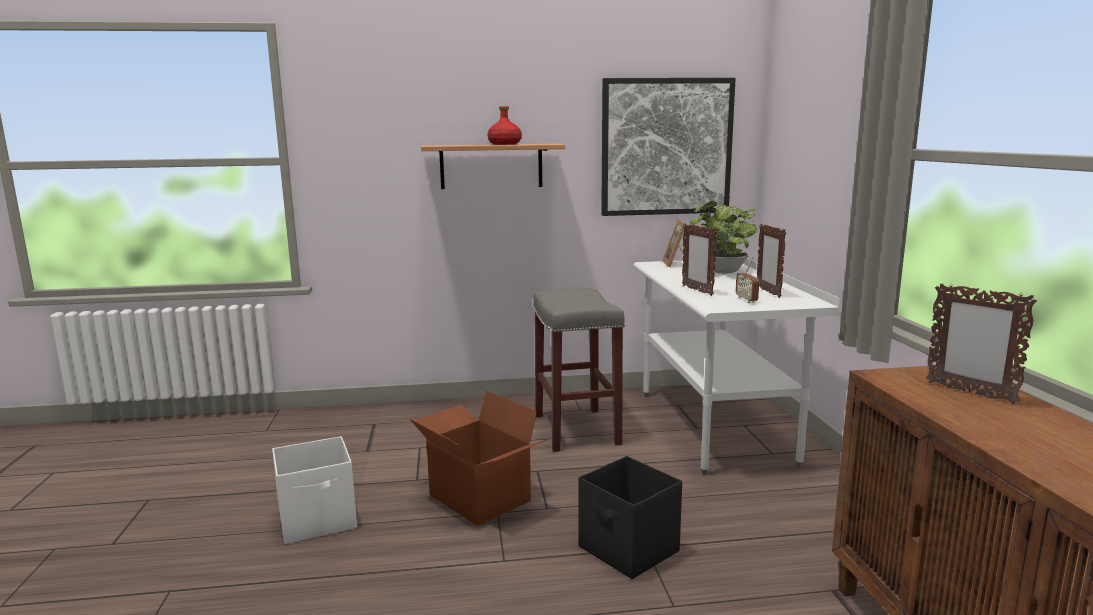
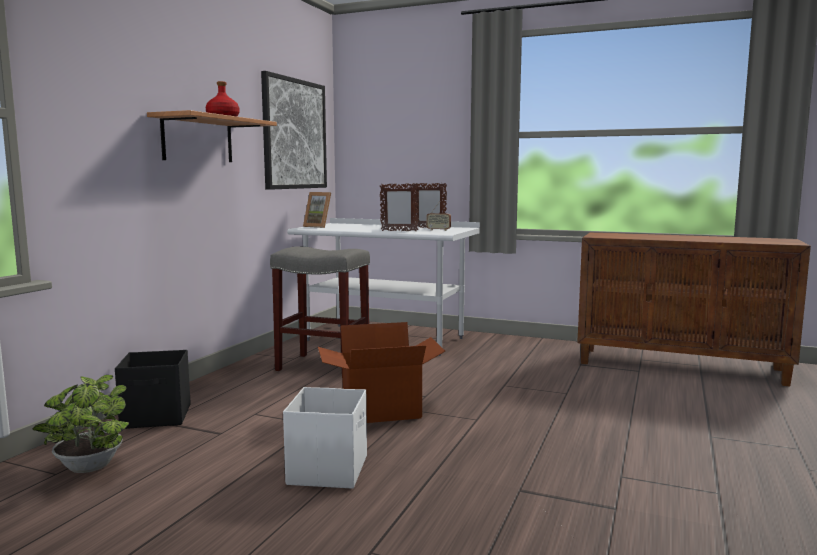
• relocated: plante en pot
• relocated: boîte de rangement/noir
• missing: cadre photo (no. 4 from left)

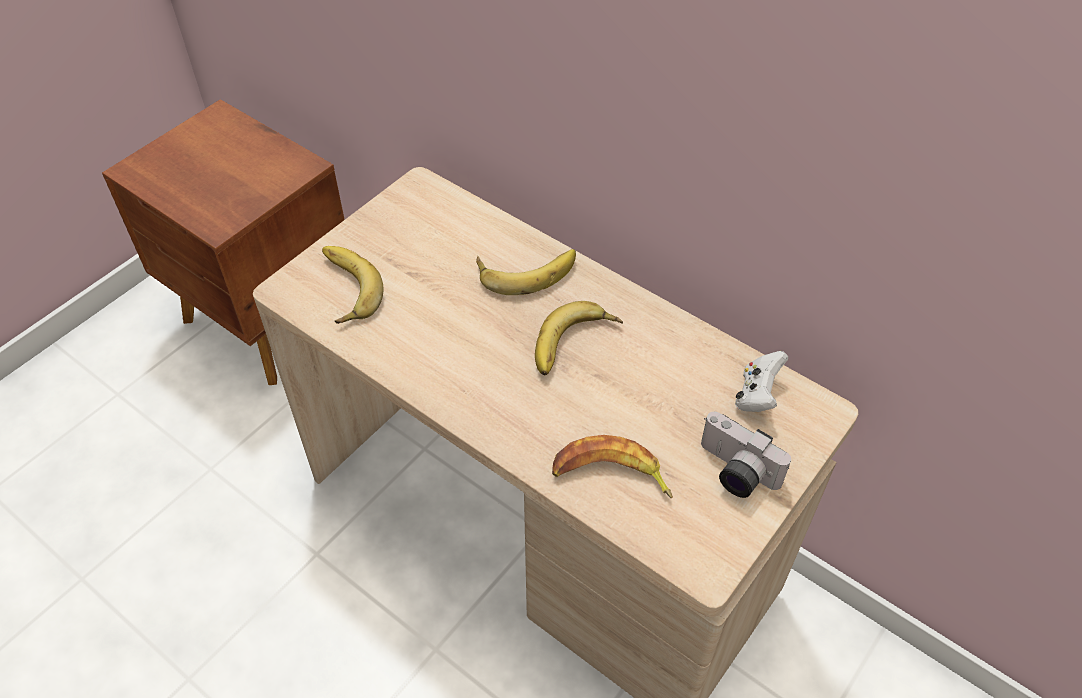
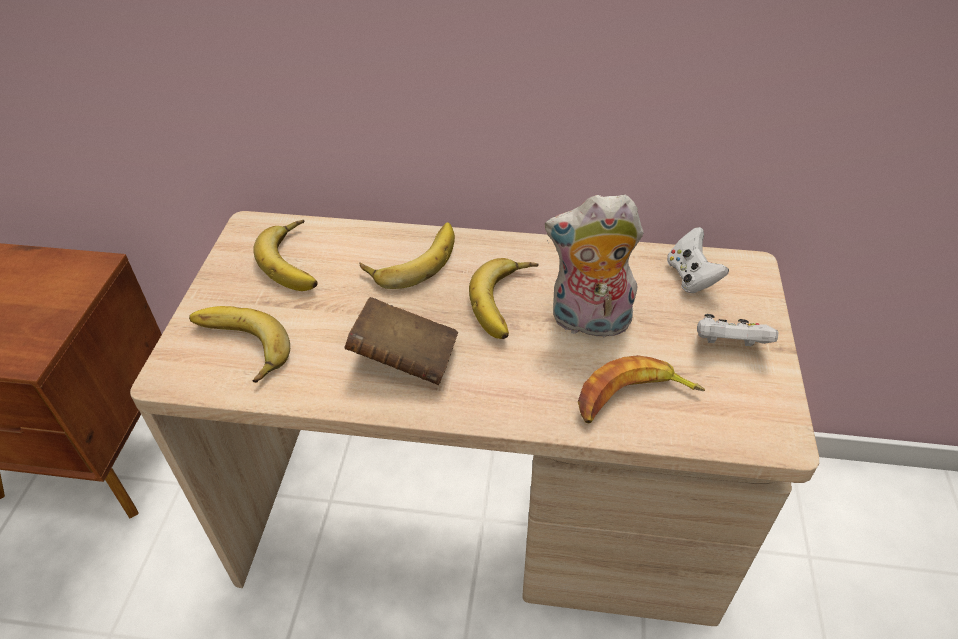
• appeared: banane (no. 2 from left)
• appeared: livre/marron
• appeared: peluche
• exchanged: appareil photo to manette/blanc (no. 2 from left)

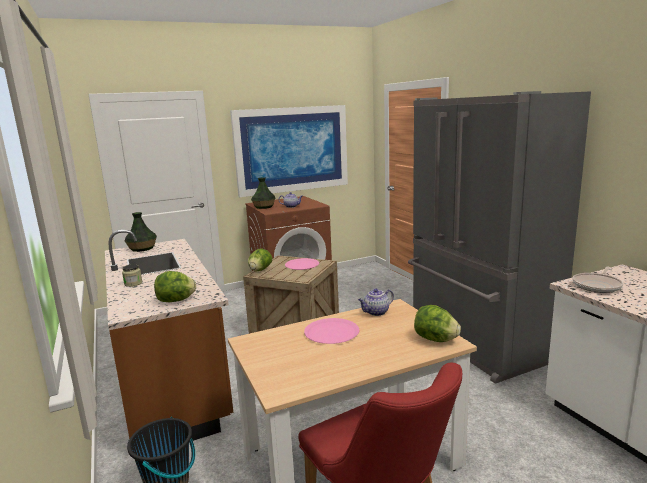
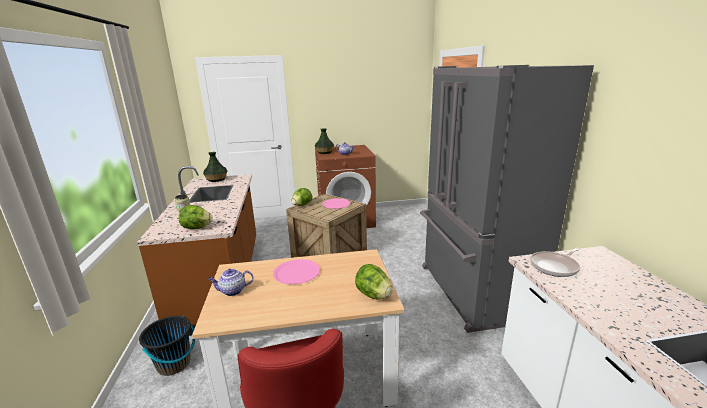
• relocated: théière (no. 2 from left in the first image) to théière (no. 1 from left)
• missing: tableau

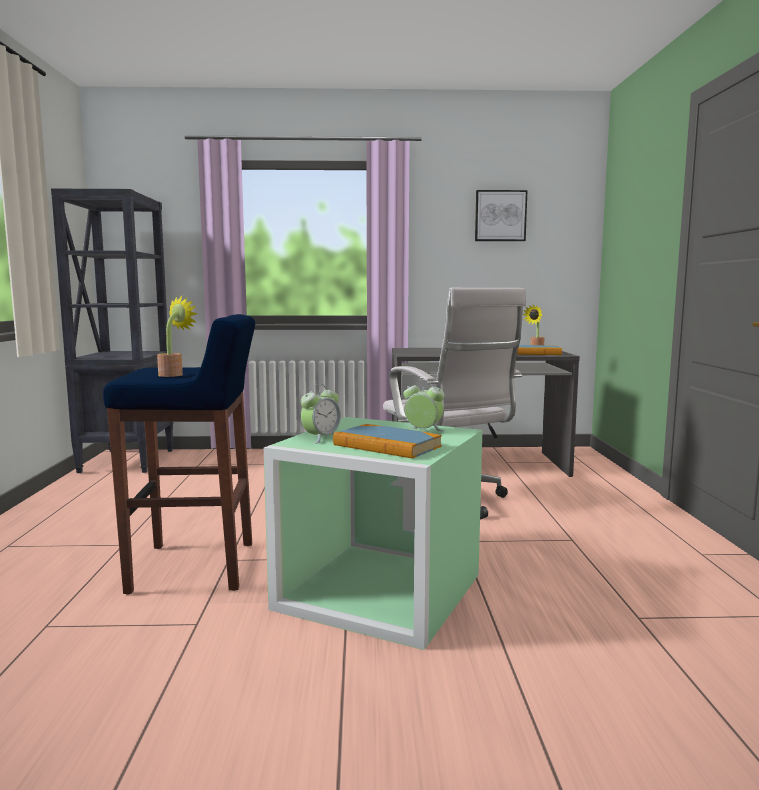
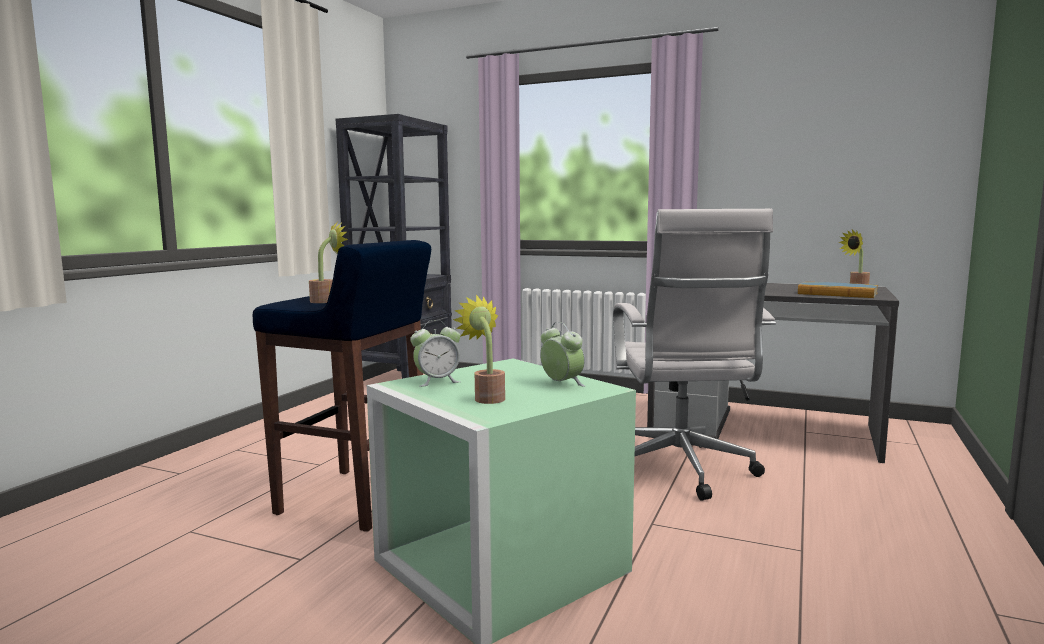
• exchanged: livre (no. 1 from left) to plante en pot (no. 2 from left)
• missing: tableau

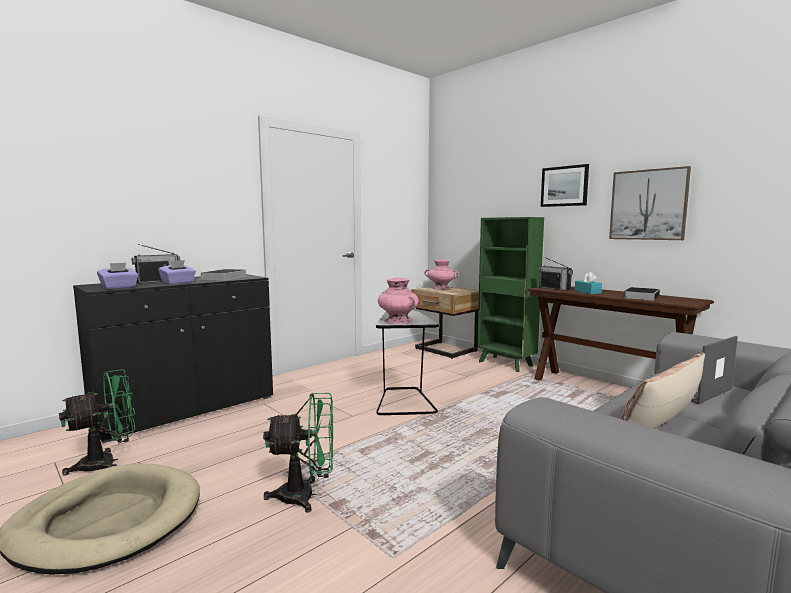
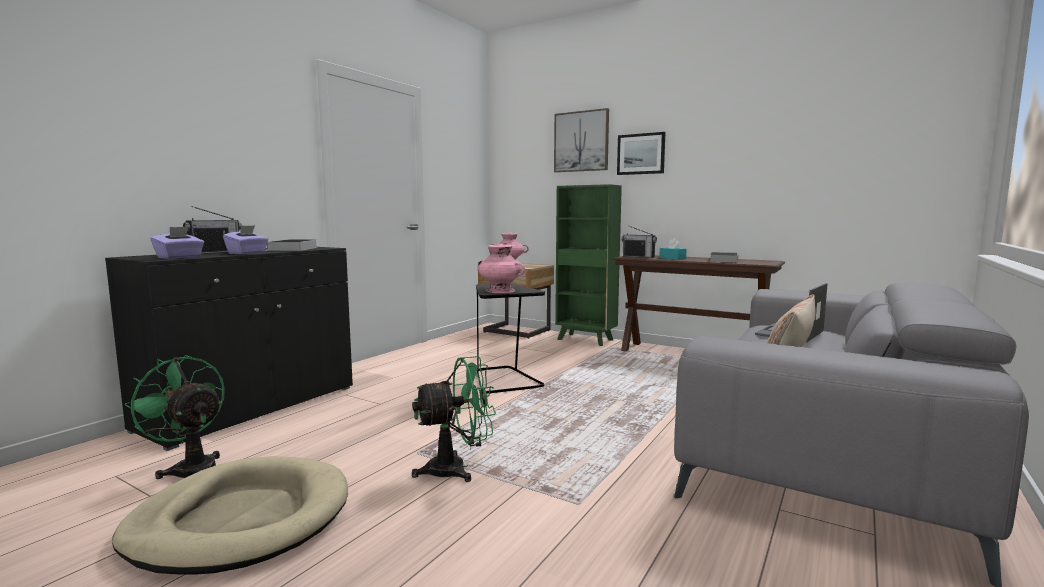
• spun: ventilateur/vert (no. 1 from left) 90 degrees counterclockwise
• relocated: tableau (no. 2 from left in the first image) to tableau (no. 1 from left)

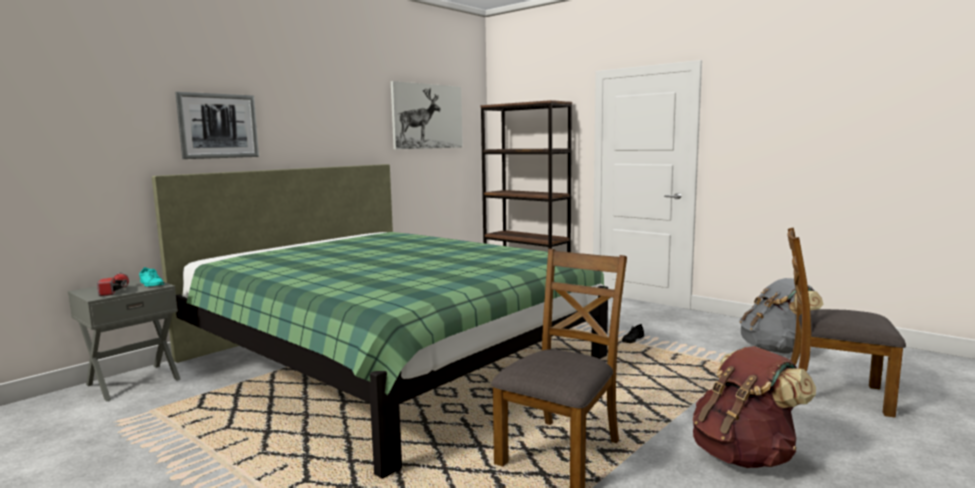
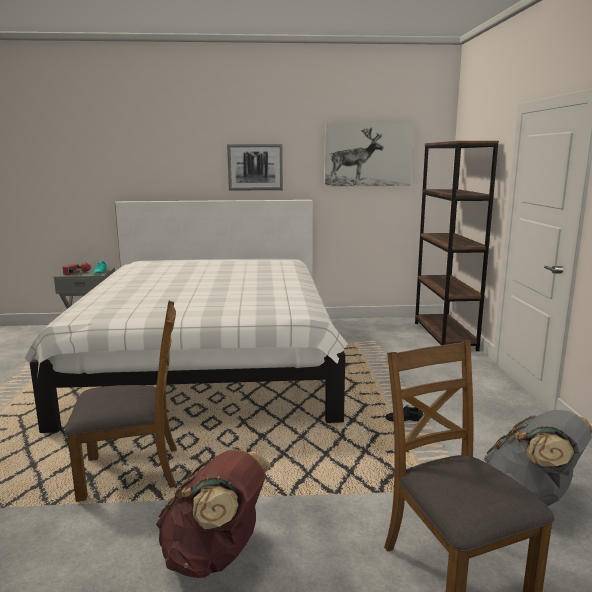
• colour: lit/vert to lit/blanc
• relocated: tableau (no. 1 from left)

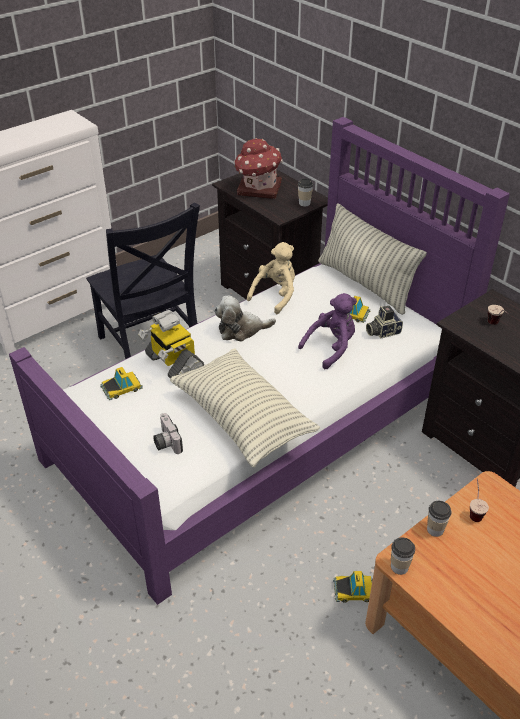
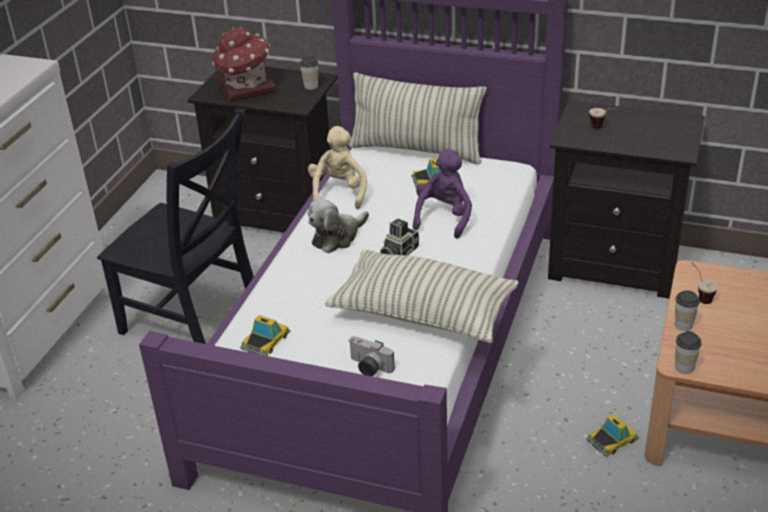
• relocated: appareil photo (no. 2 from left)
• missing: robot jouet

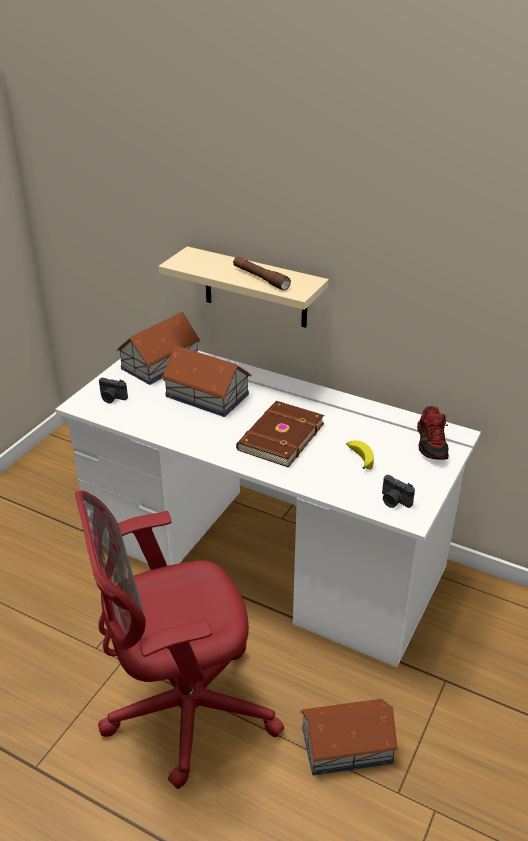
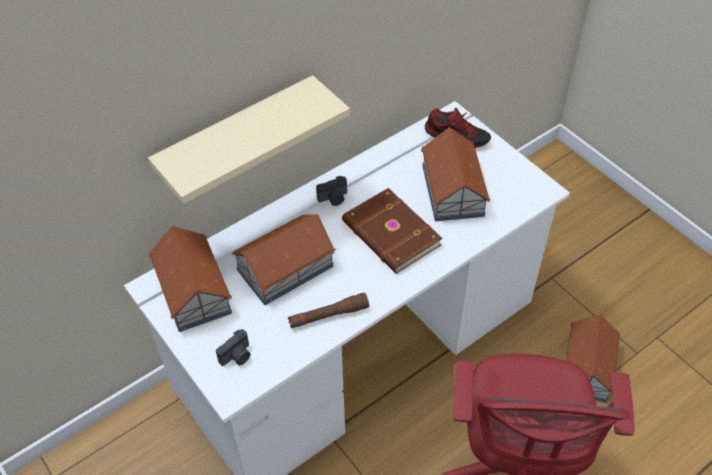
• relocated: lampe de poche/marron
• relocated: appareil photo (no. 2 from left)
• exchanged: banane to maison miniature (no. 3 from left)

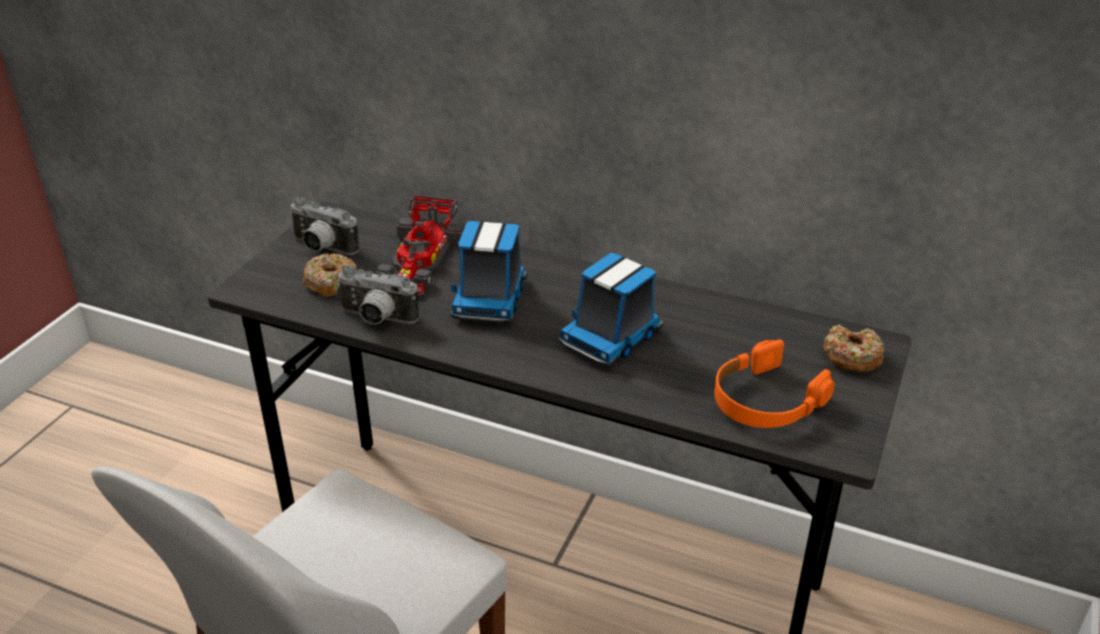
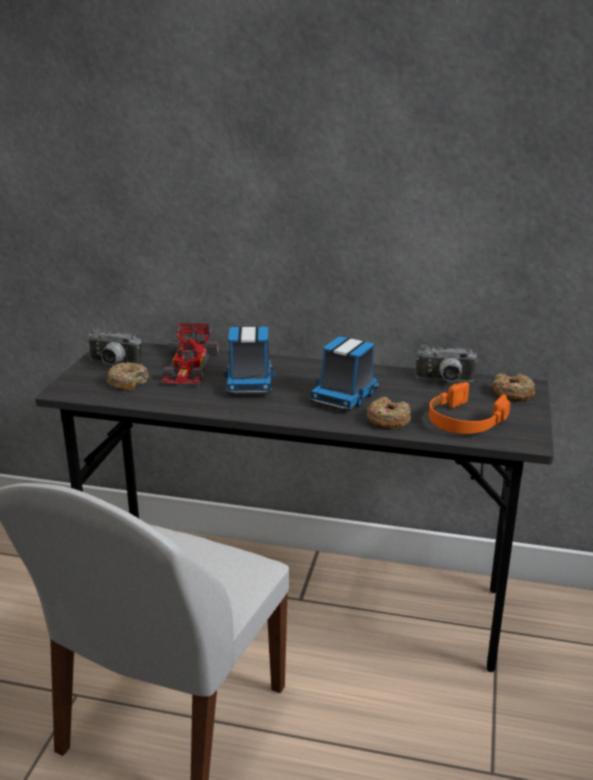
• appeared: beignet (no. 2 from left)
• relocated: appareil photo (no. 2 from left)

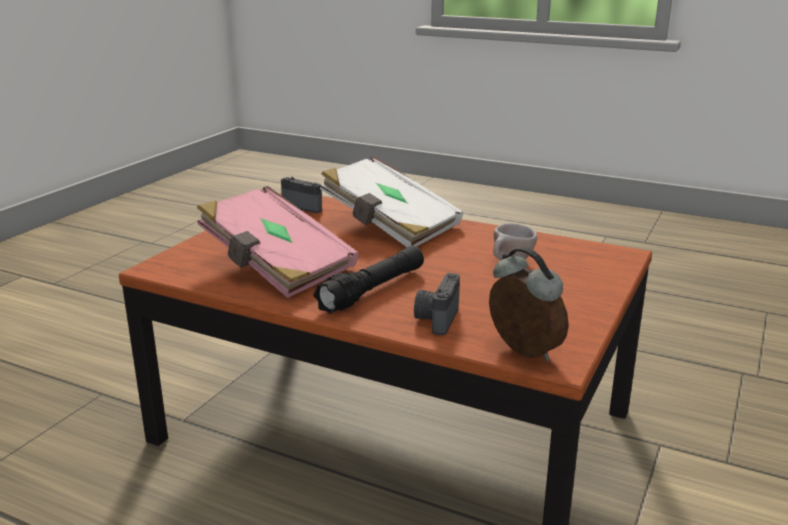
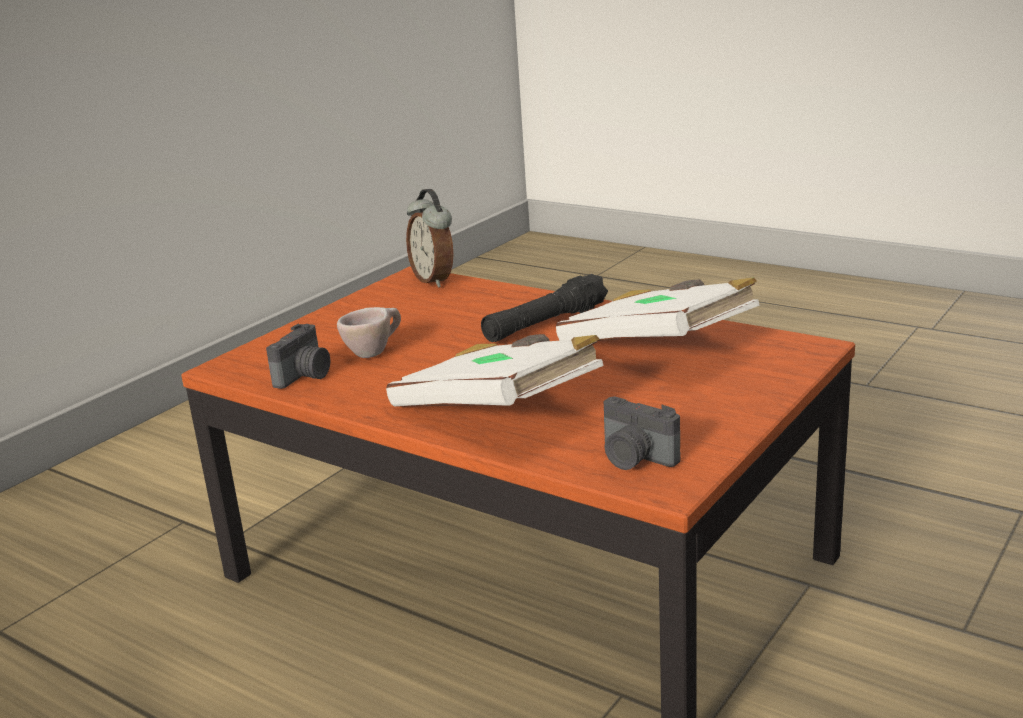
• relocated: appareil photo (no. 2 from left in the first image) to appareil photo (no. 1 from left)
• colour: livre/rose to livre/blanc (no. 2 from left)

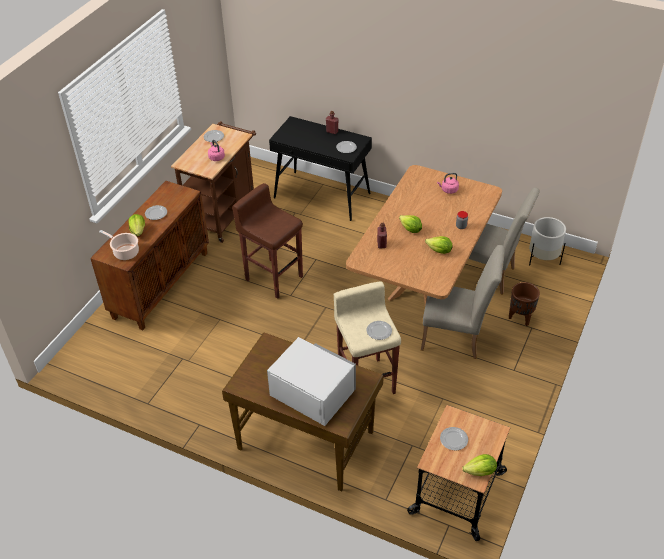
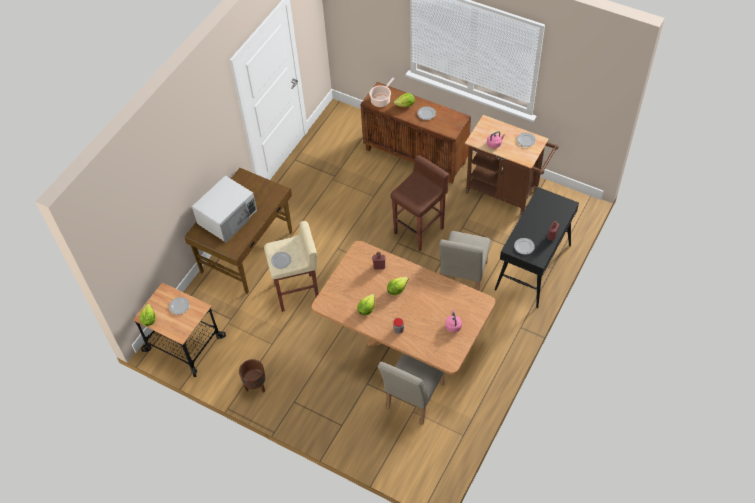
• relocated: cache-pot/marron
• relocated: chaise/beige (no. 1 from left in the first image) to chaise/beige (no. 2 from left)
• missing: cache-pot/blanc

